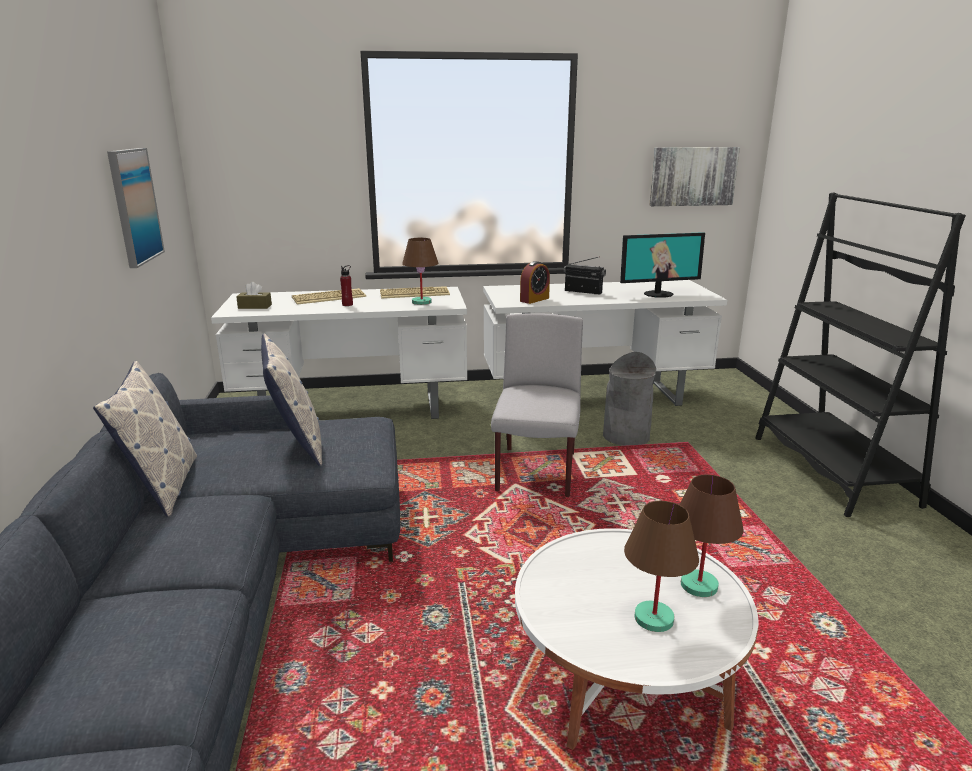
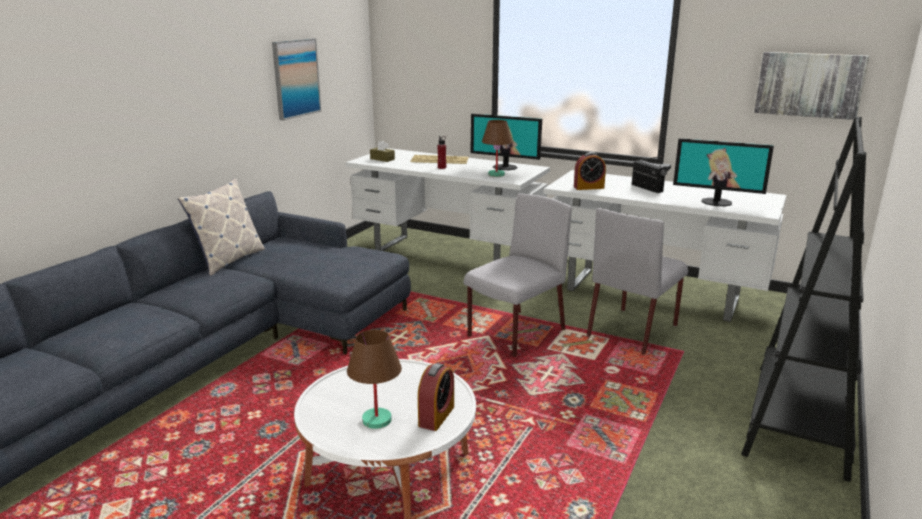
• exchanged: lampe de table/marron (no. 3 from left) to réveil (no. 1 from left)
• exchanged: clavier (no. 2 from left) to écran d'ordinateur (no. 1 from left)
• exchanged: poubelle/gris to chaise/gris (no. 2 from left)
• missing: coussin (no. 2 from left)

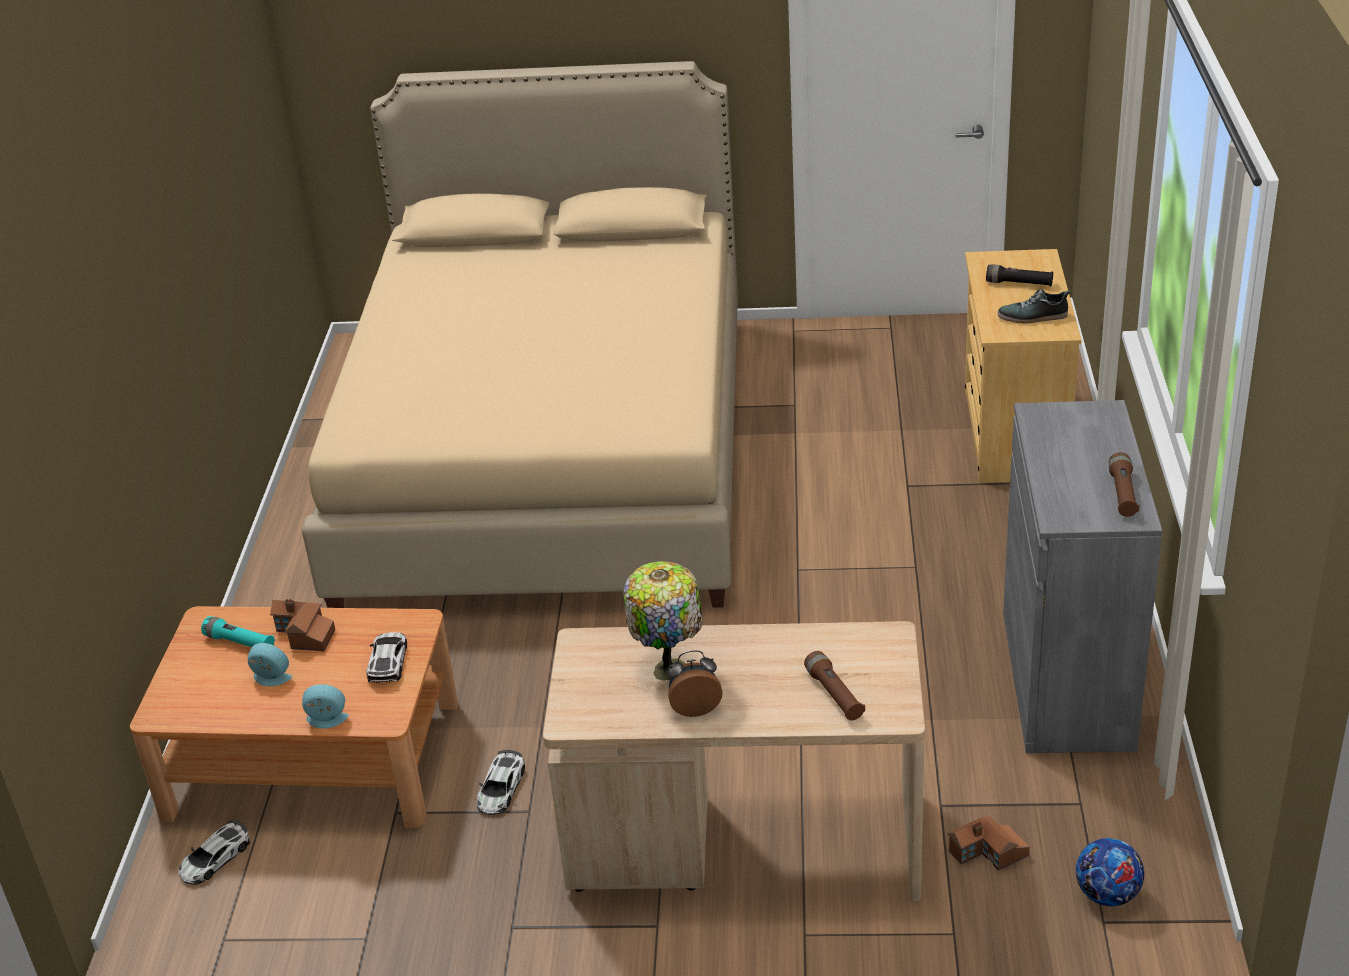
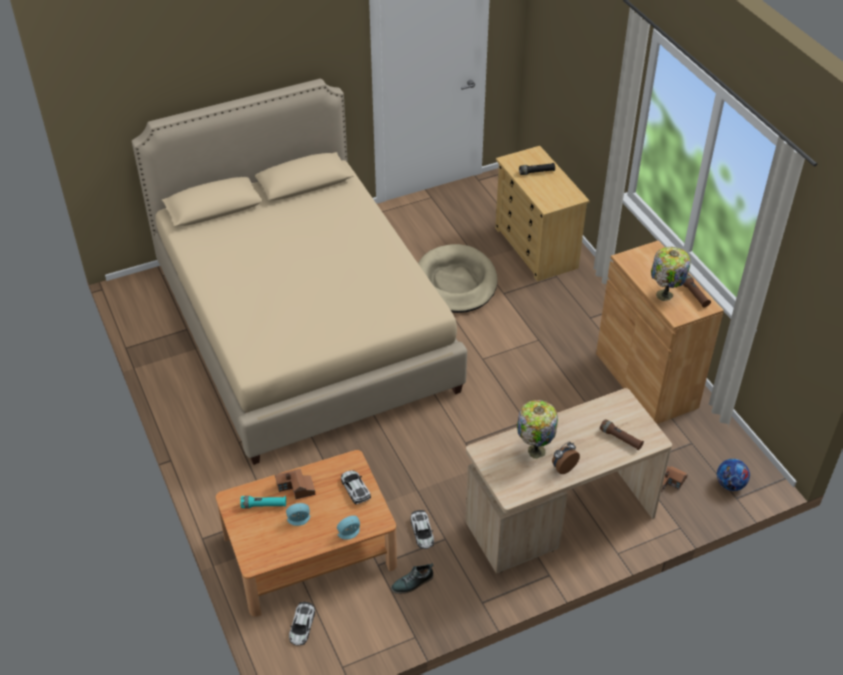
• relocated: chaussure
• appeared: panier pour chien/beige
• colour: meuble de rangement/gris to meuble de rangement/marron
• appeared: lampe de table (no. 2 from left)

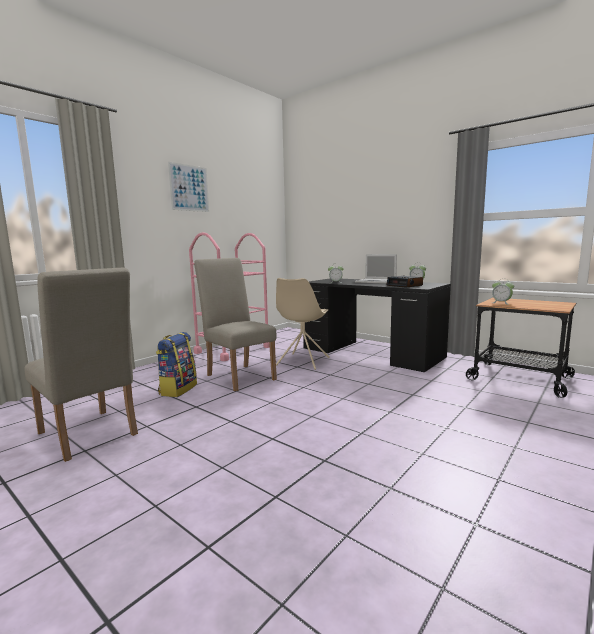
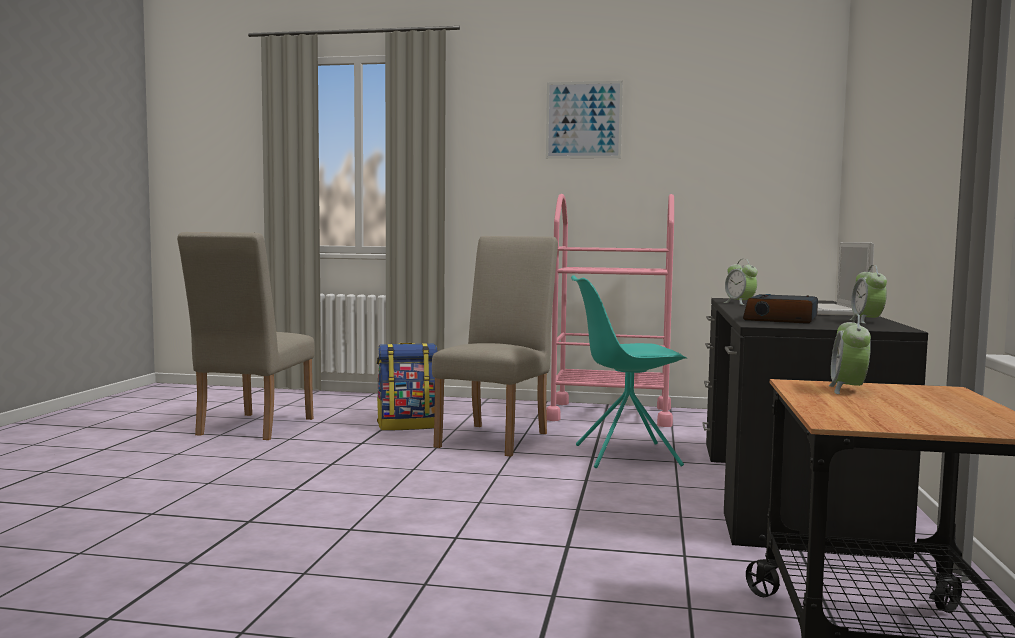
• colour: chaise/beige (no. 3 from left) to chaise/turquoise

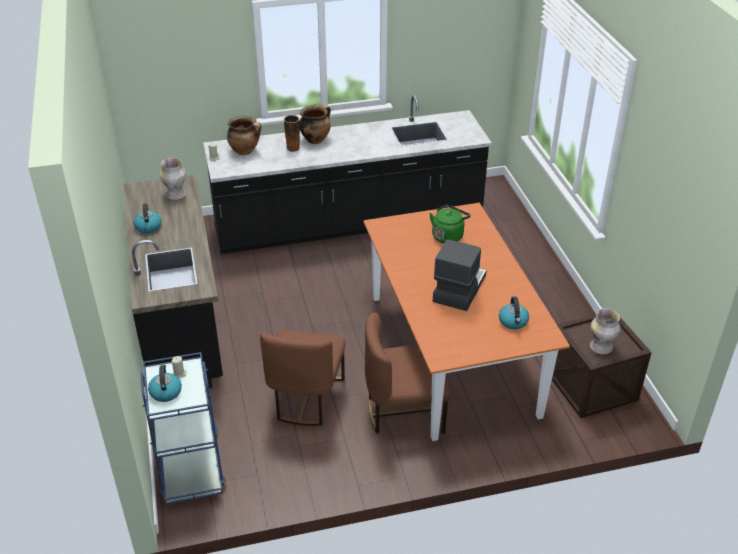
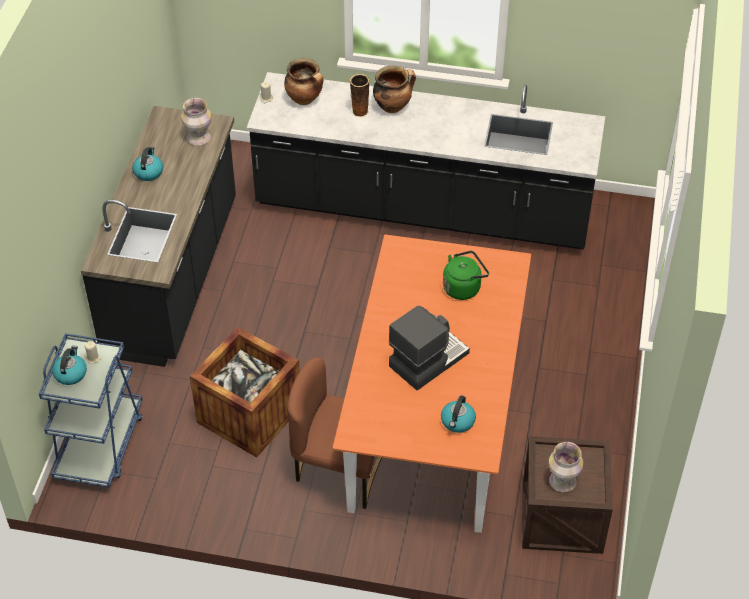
• exchanged: chaise/marron (no. 1 from left) to caisse (no. 1 from left)

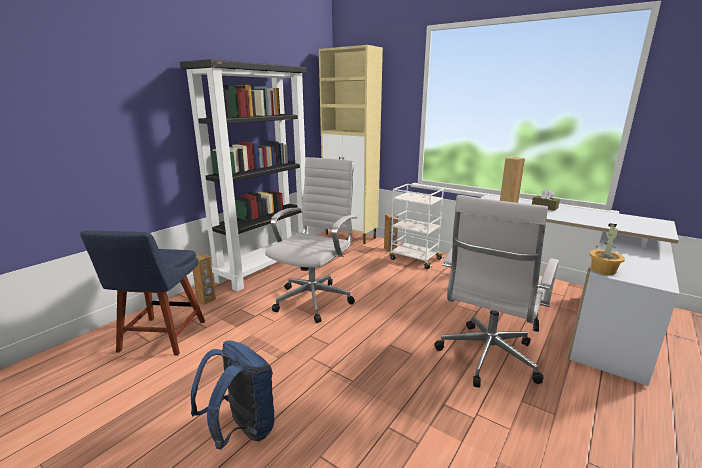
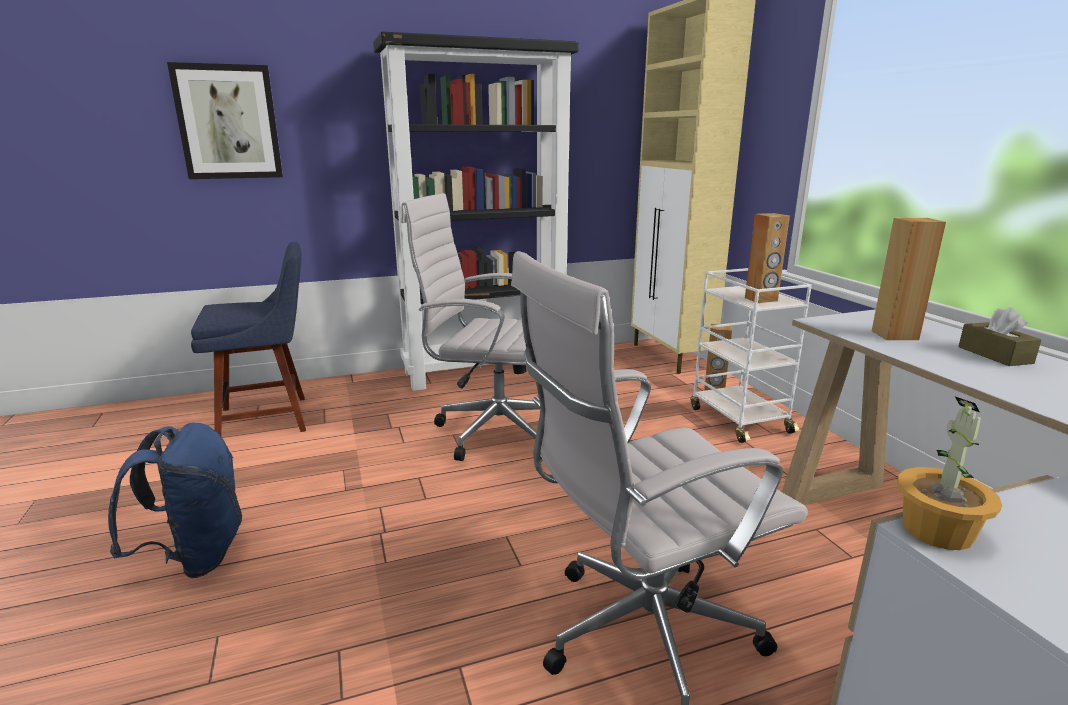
• appeared: tableau
• spun: chaise/bleu 150 degrees counterclockwise
• spun: chaise de bureau/blanc (no. 1 from left) 135 degrees counterclockwise
• relocated: enceinte/marron (no. 1 from left in the first image) to enceinte/marron (no. 2 from left)

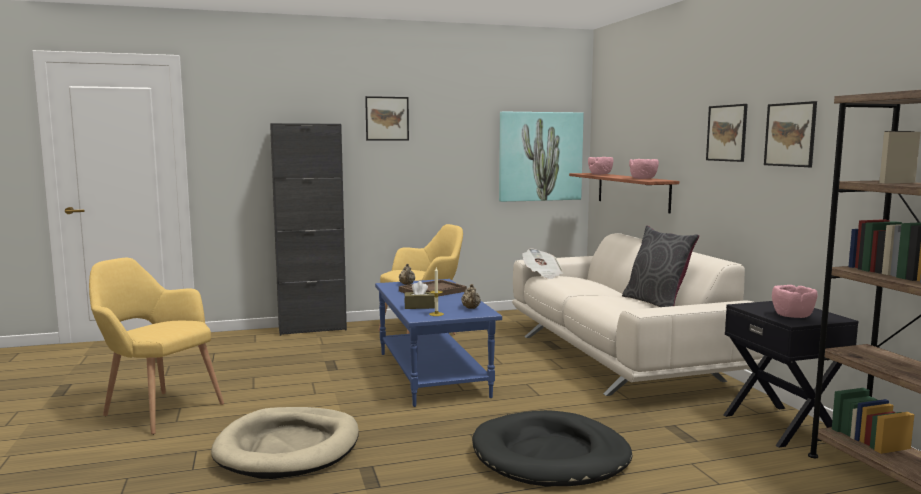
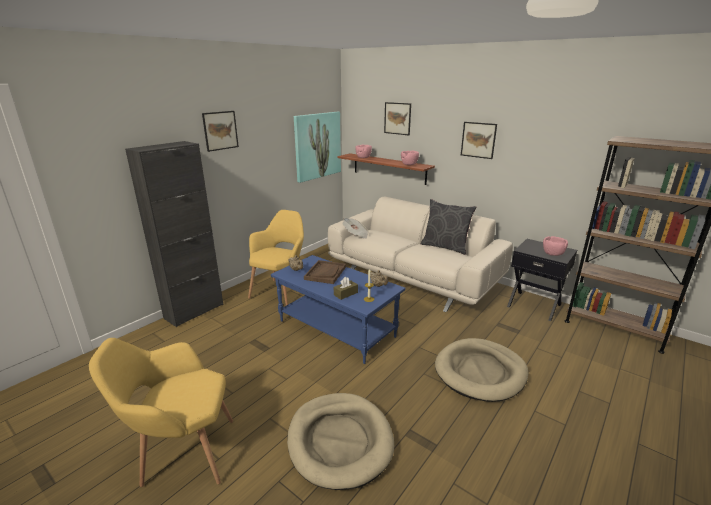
• relocated: tableau (no. 4 from left in the first image) to tableau (no. 3 from left)
• colour: panier pour chien/noir to panier pour chien/beige (no. 2 from left)

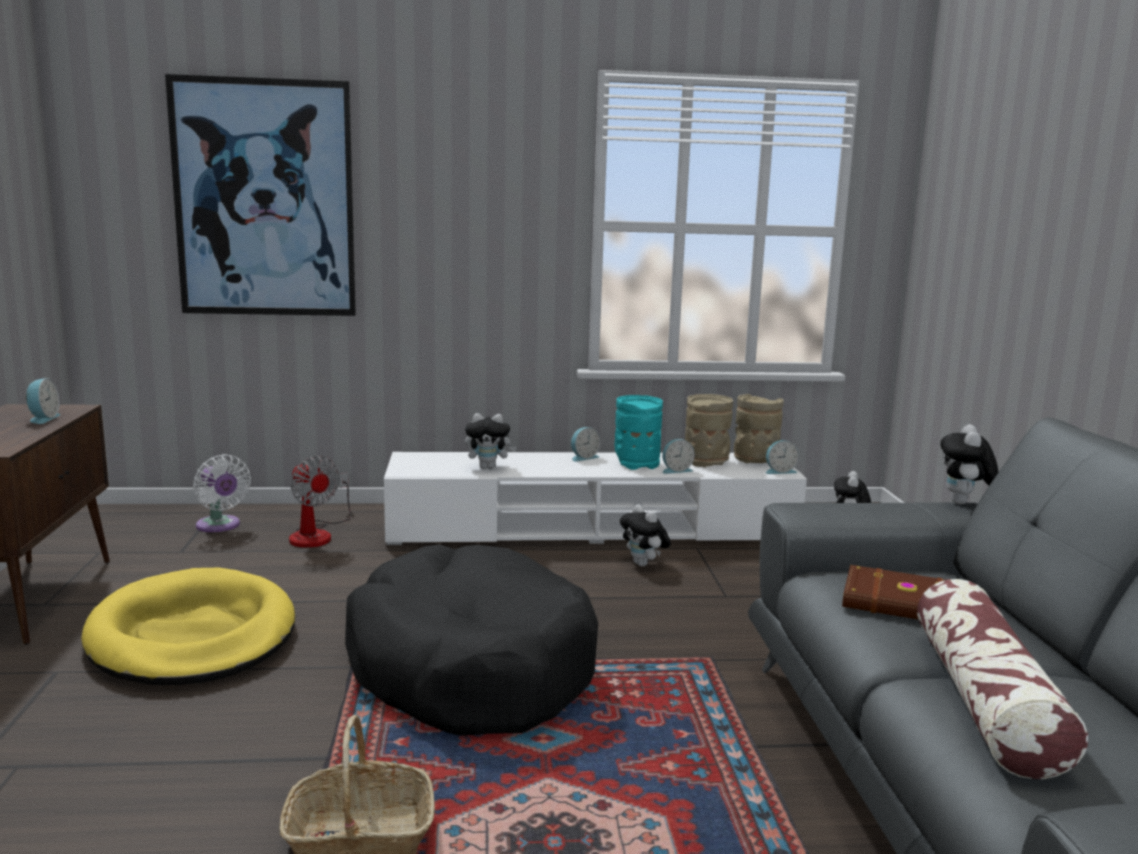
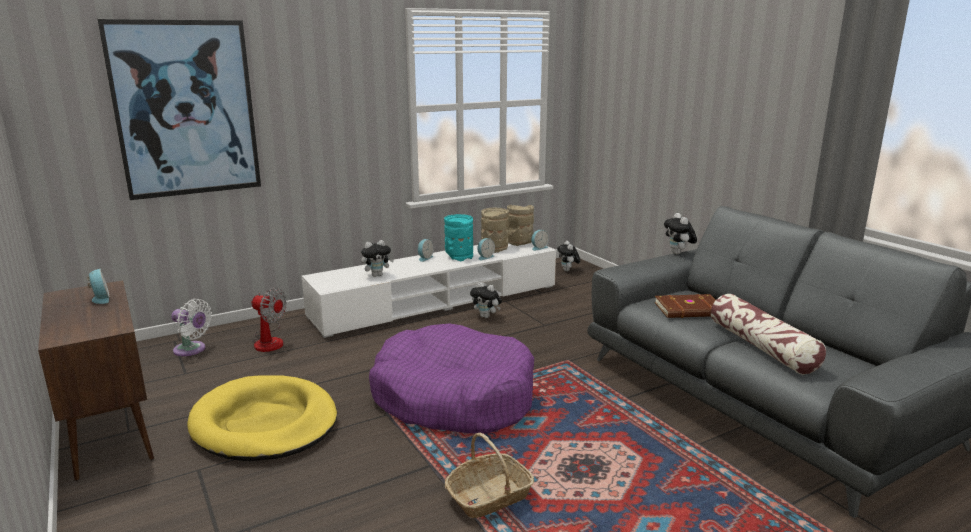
• colour: panier pour chien/noir to panier pour chien/violet

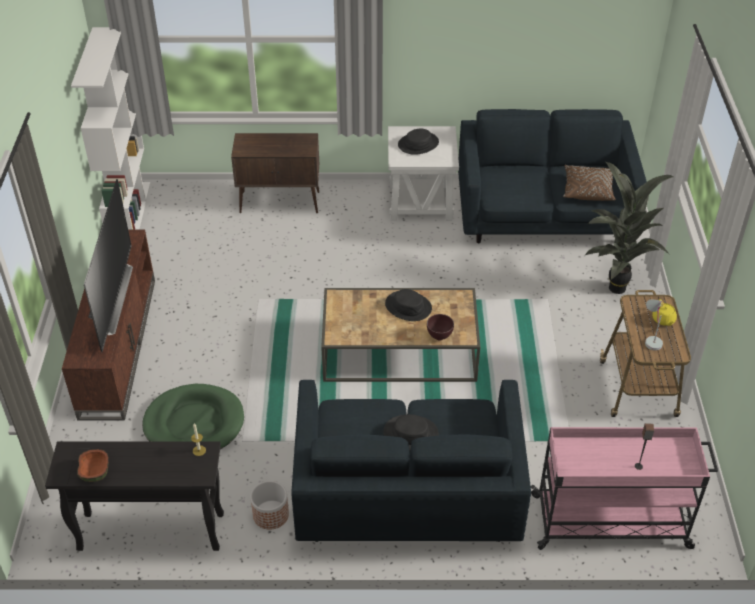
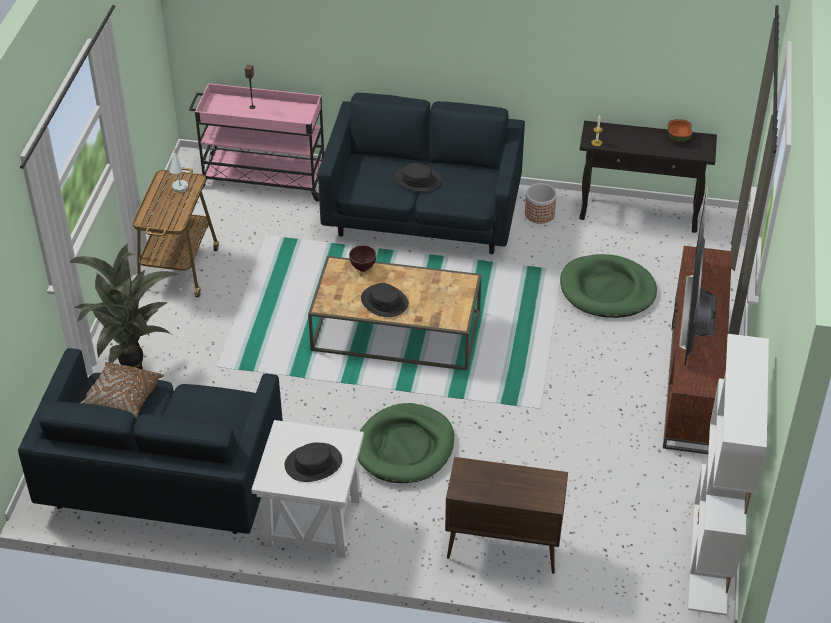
• appeared: panier pour chien/vert (no. 1 from left)
• missing: théière/jaune

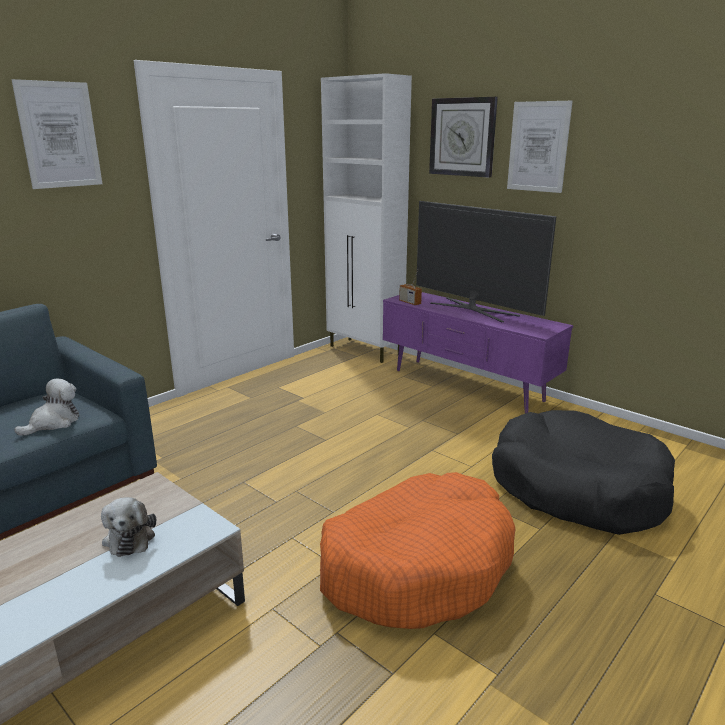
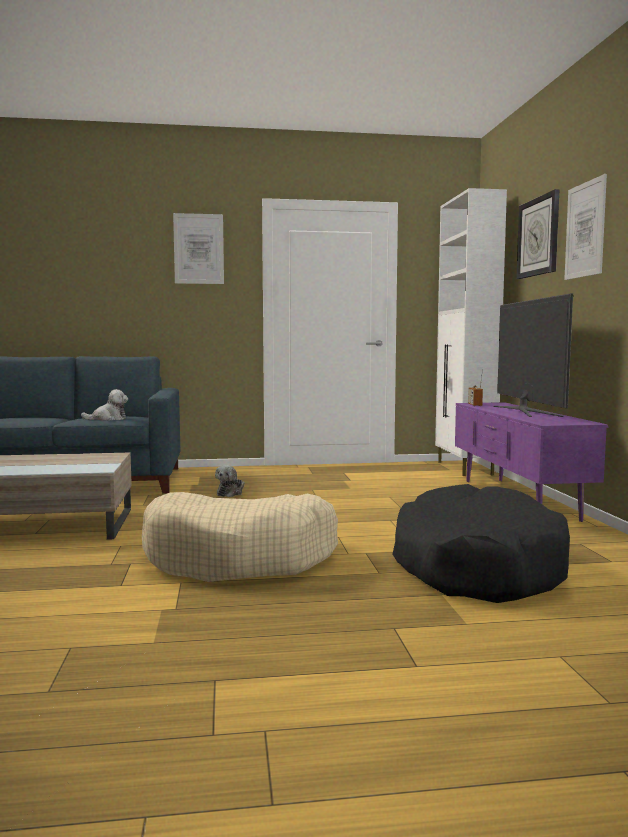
• colour: panier pour chien/orange to panier pour chien/beige
• relocated: peluche (no. 2 from left)

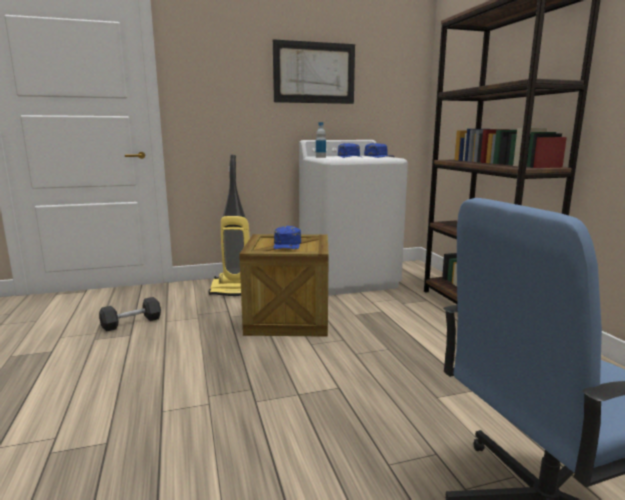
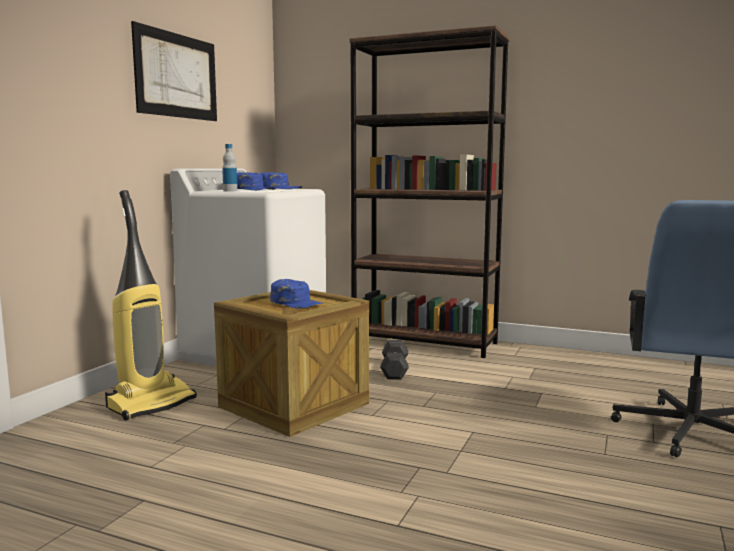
• relocated: haltère/gris

